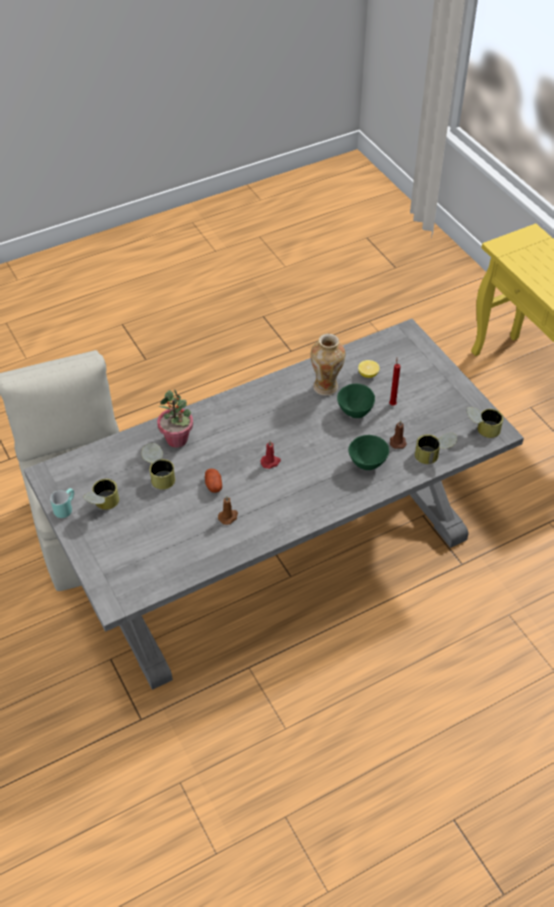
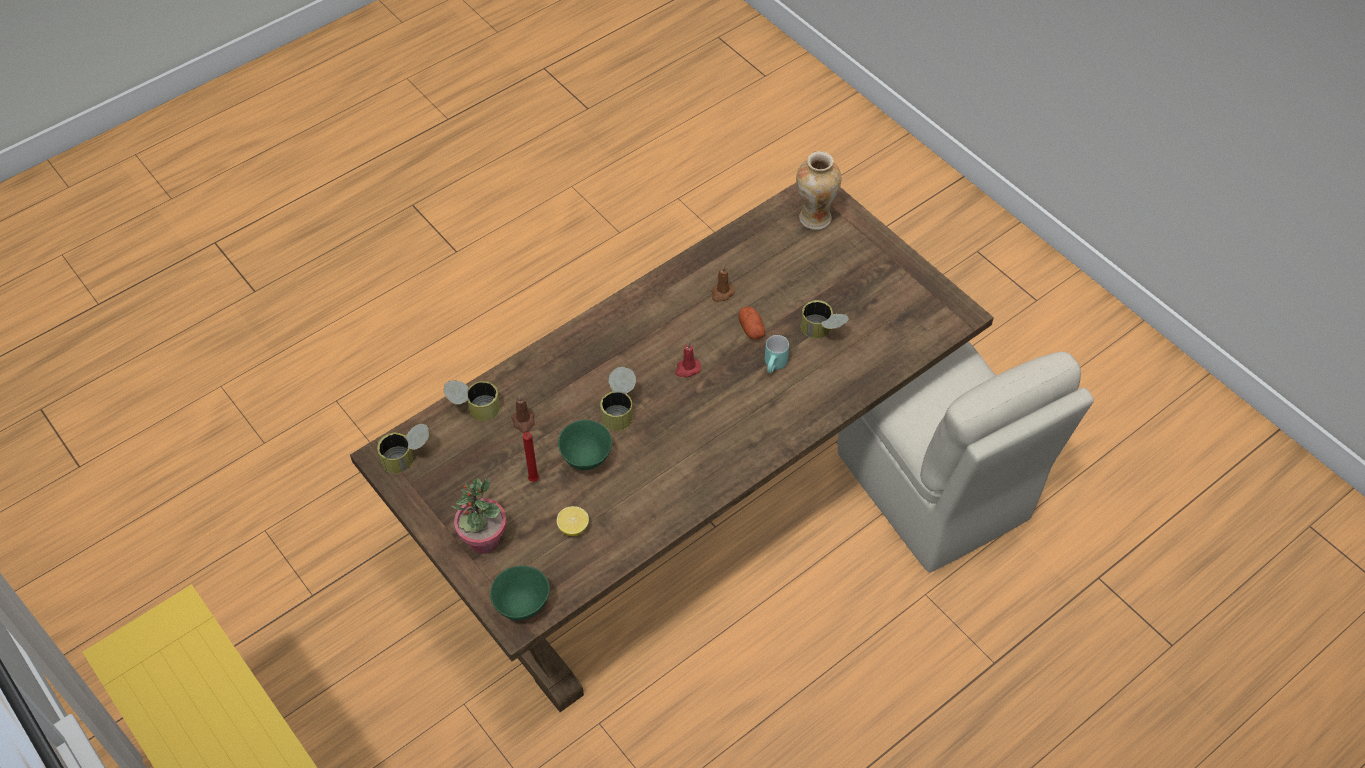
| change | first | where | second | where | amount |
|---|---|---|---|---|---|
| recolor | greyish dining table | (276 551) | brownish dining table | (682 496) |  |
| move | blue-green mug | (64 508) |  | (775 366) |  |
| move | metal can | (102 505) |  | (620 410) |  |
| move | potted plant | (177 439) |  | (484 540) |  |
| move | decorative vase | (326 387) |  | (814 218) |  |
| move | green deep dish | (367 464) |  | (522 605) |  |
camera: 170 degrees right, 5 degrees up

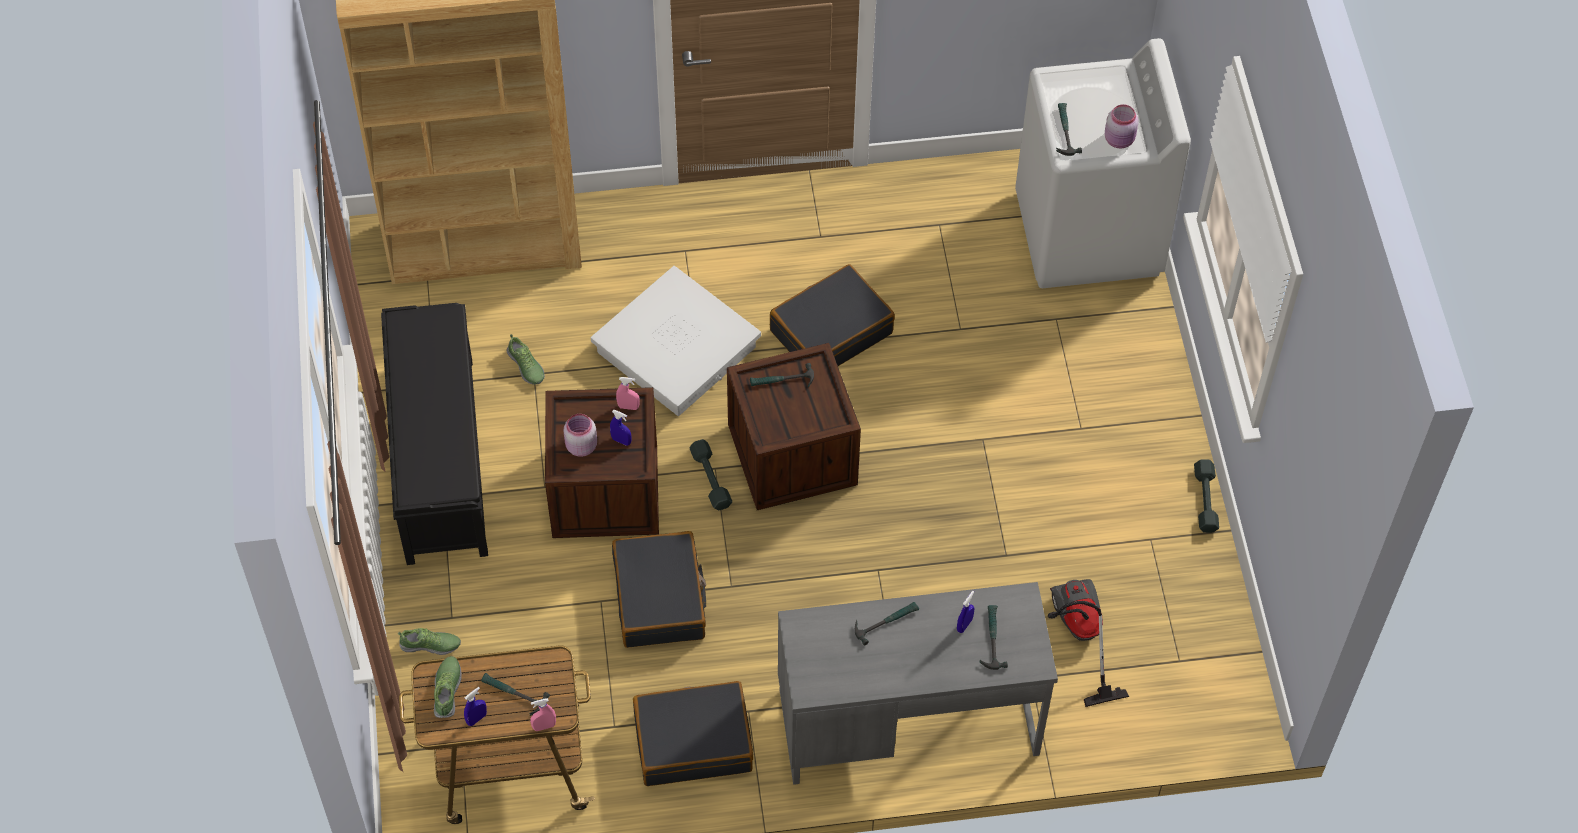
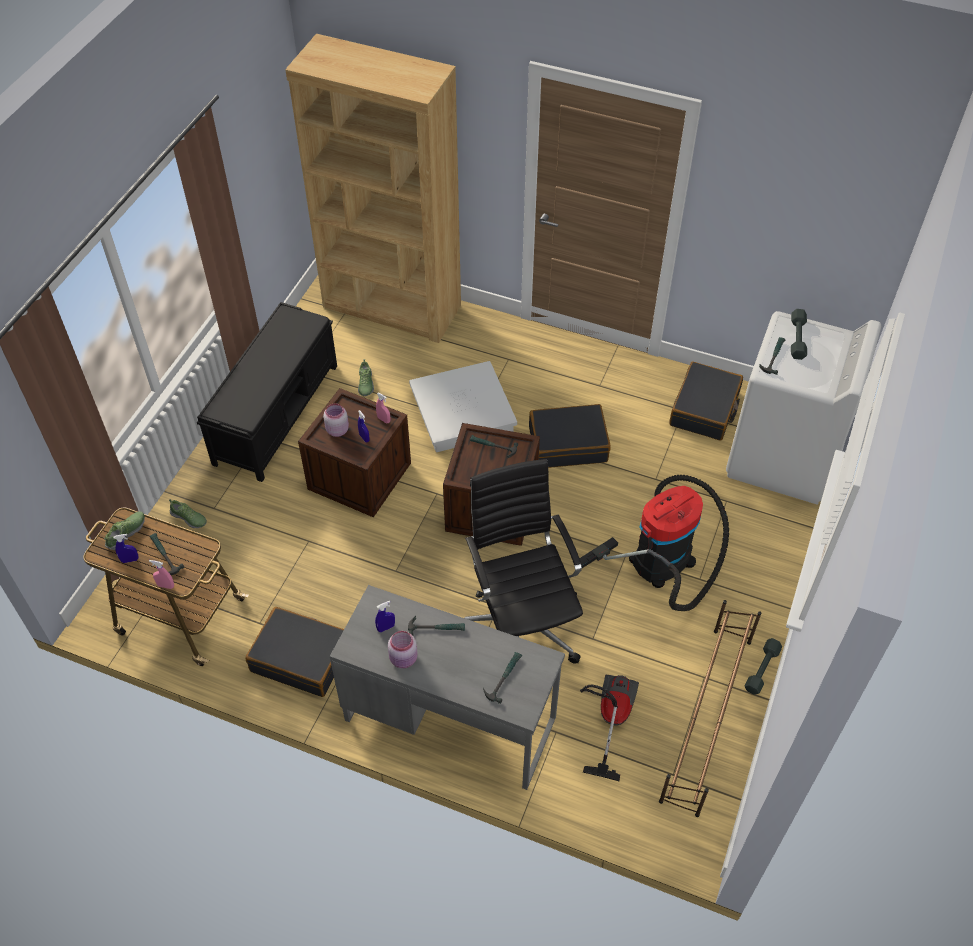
| change | first | where | second | where | amount |
|---|---|---|---|---|---|
| move | black travel case | (660 598) |  | (705 409) |  |
| move | greyish hand weight | (710 479) |  | (797 338) |  |
| move | blue hand sprayer | (964 625) |  | (386 627) |  |
| move | pink-coloured storage jar | (1120 140) |  | (404 659) |  |
| insert |  |  | black desk chair | (522 623) |  |
| insert |  |  | vacuum cleaner | (666 556) |  |
| insert |  |  | brownish shoe stand | (706 719) |  |
camera: 30 degrees right, 5 degrees down

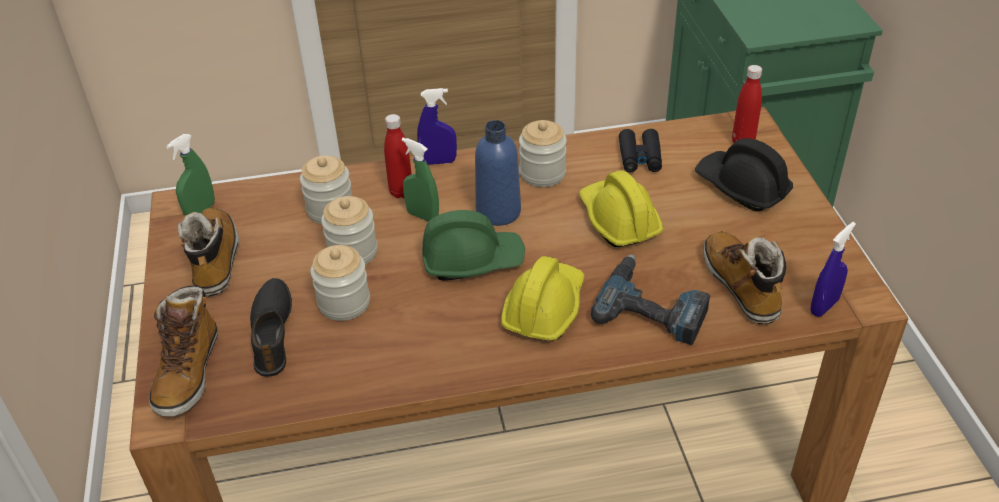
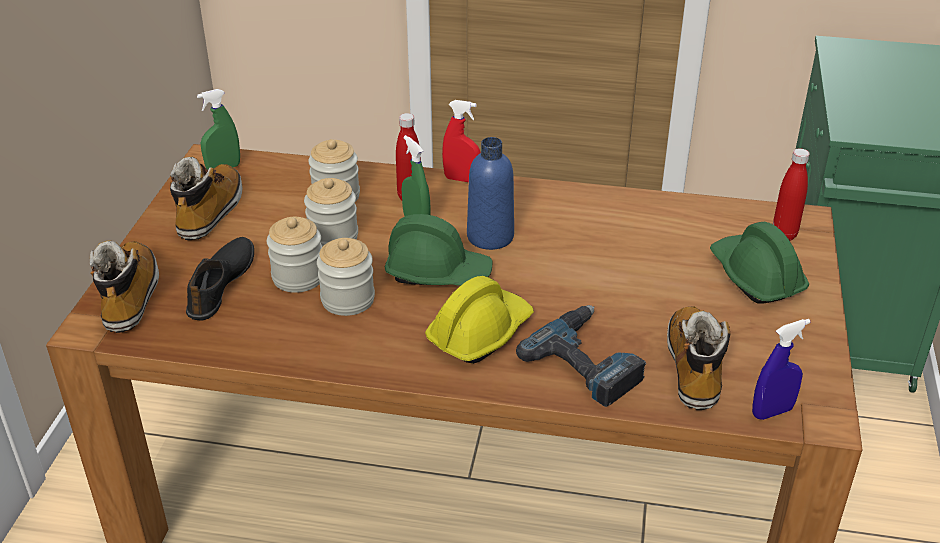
| change | first | where | second | where | amount |
|---|---|---|---|---|---|
| rotate | tall boot | (188 372) |  | (130 297) | 150 degrees clockwise |
| recolor | blue hand sprayer | (438 162) | red hand sprayer | (461 179) |  |
| move | storage jar | (542 173) |  | (348 299) |  |
| delete | yellow work helmet | (618 220) |  |  |  |
| delete | black pair of binoculars | (640 157) |  |  |  |
| recolor | black work helmet | (742 187) | green work helmet | (755 276) |  |
camera: 20 degrees right, 5 degrees down

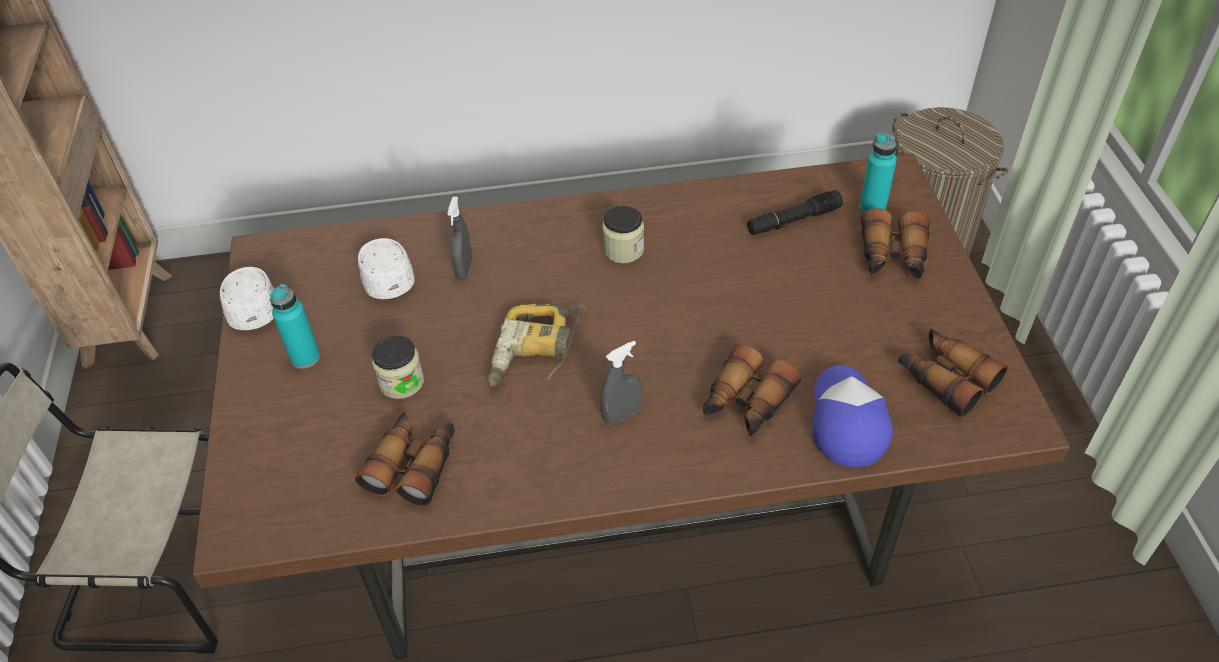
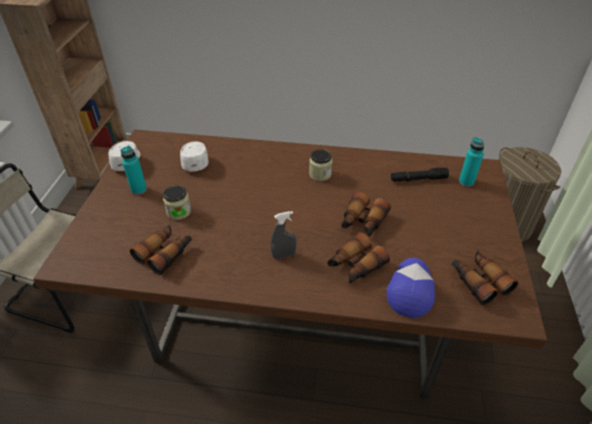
| change | first | where | second | where | amount |
|---|---|---|---|---|---|
| delete | greyish hand sprayer | (464 269) |  |  |  |
| delete | electric drill | (536 353) |  |  |  |
| move | pair of binoculars | (892 257) |  | (362 222) |  |
camera: 15 degrees right, 5 degrees down

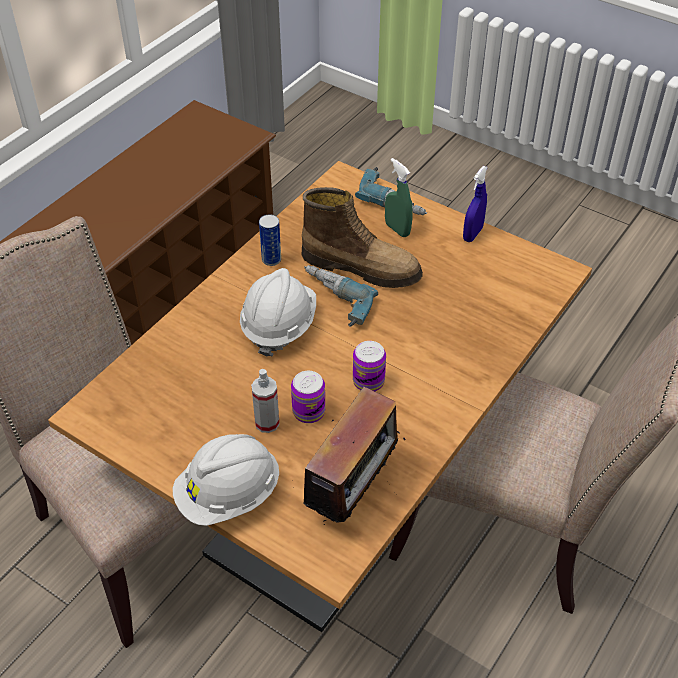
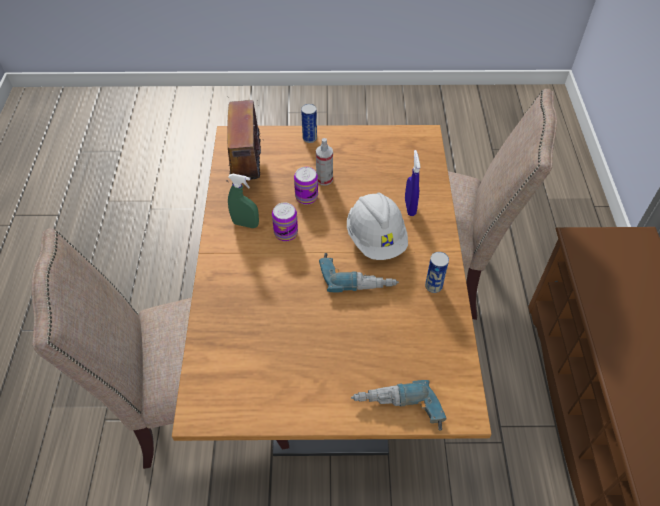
| change | first | where | second | where | amount |
|---|---|---|---|---|---|
| replace | white work helmet | (229 495) | metal can | (309 138) |  |
| delete | tall boot | (361 267) |  |  |  |
| move | green hand sprayer | (397 229) |  | (245 224) |  |
| move | blue hand sprayer | (472 234) |  | (410 207) |  |
camera: 145 degrees right, 5 degrees up

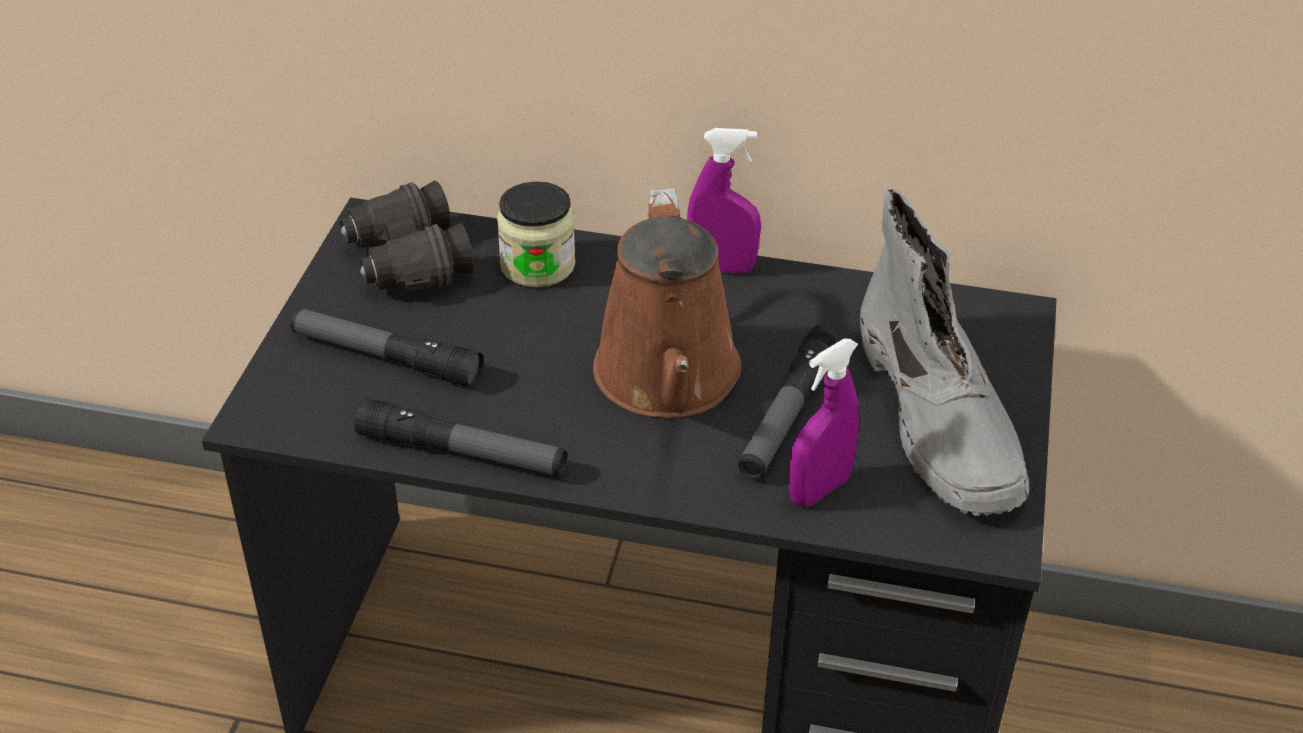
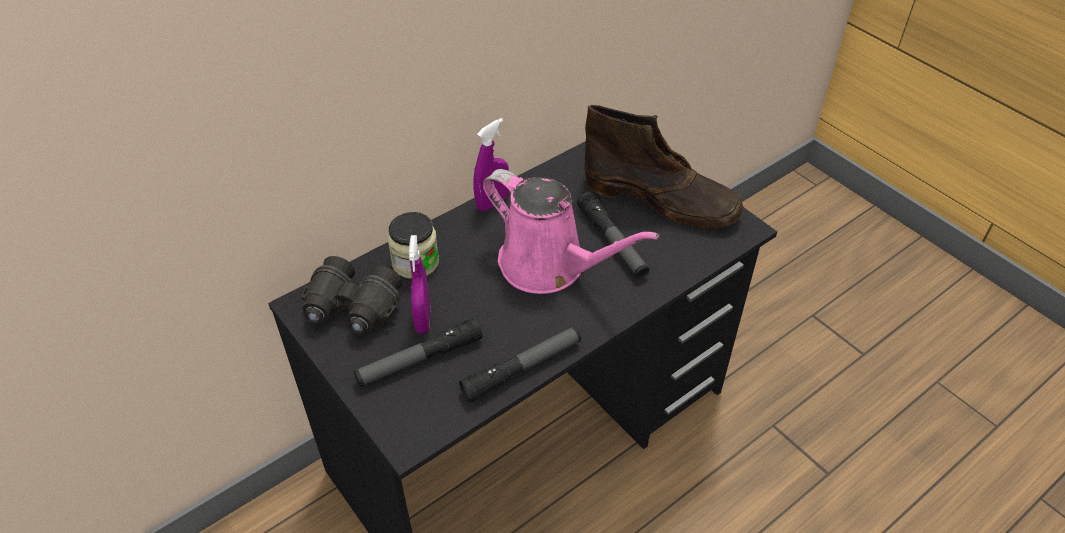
| change | first | where | second | where | amount |
|---|---|---|---|---|---|
| recolor | brownish sprinkling can | (668 380) | pink-coloured sprinkling can | (549 266) |  |
| move | purple hand sprayer | (819 489) |  | (423 319) |  |
| recolor | greyish tall boot | (938 420) | brownish tall boot | (662 200) |  |
camera: 50 degrees left, 5 degrees up

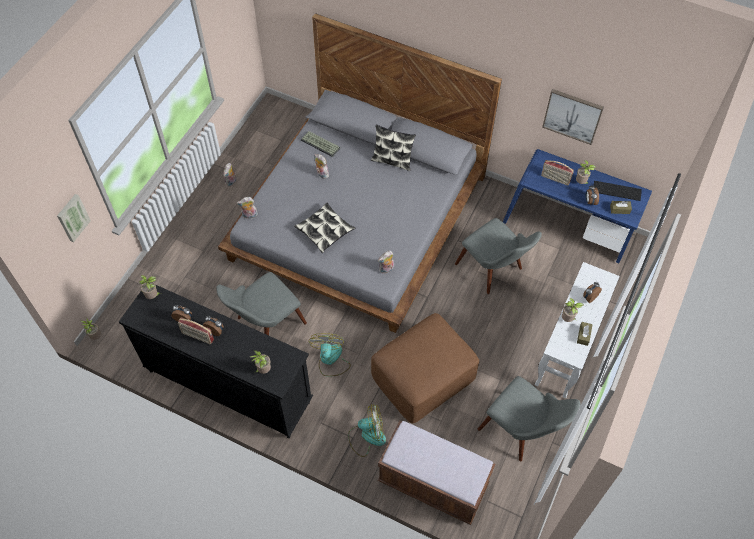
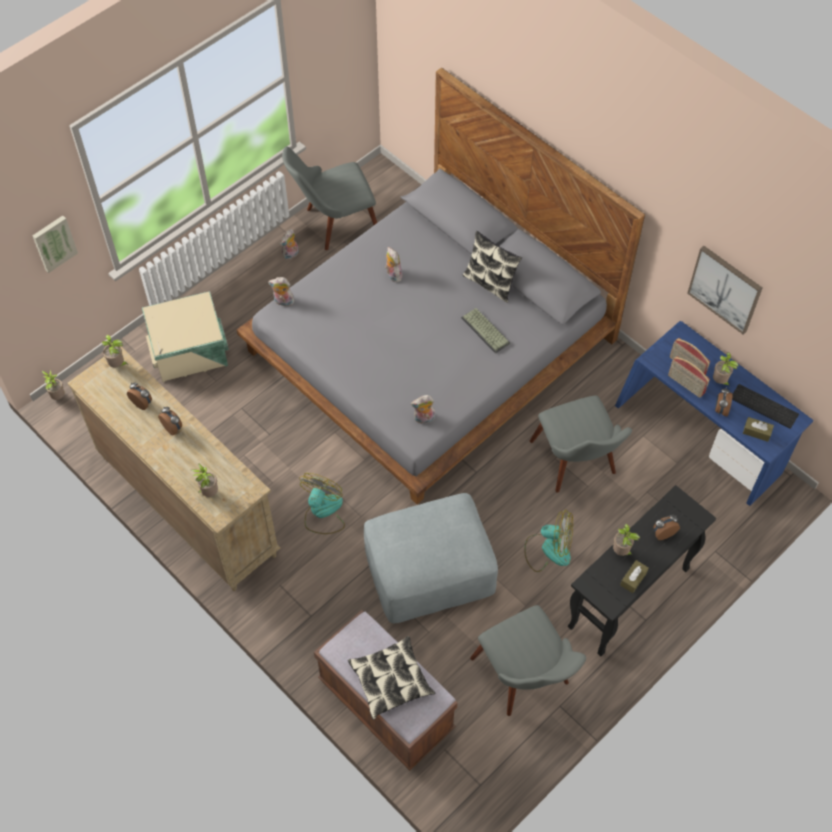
| change | first | where | second | where | amount |
|---|---|---|---|---|---|
| recolor | black dresser | (228 386) | sand-coloured dresser | (187 504) |  |
| move | radio receiver | (197 336) |  | (685 385) |  |
| move | greyish plain chair | (264 325) |  | (333 224) |  |
| move | pillow | (325 231) |  | (391 680) |  |
| move | computer keyboard | (321 144) |  | (486 330) |  |
| move | electric fan | (367 436) |  | (548 549) |  |
| recolor | brownish pouffe | (423 376) | greyish pouffe | (430 569) |  |
| recolor | white hall table | (566 352) | black hall table | (628 599) |  |
| insert |  |  | sand-coloured storage container | (190 352) |  |
camera: 20 degrees right, 0 degrees up

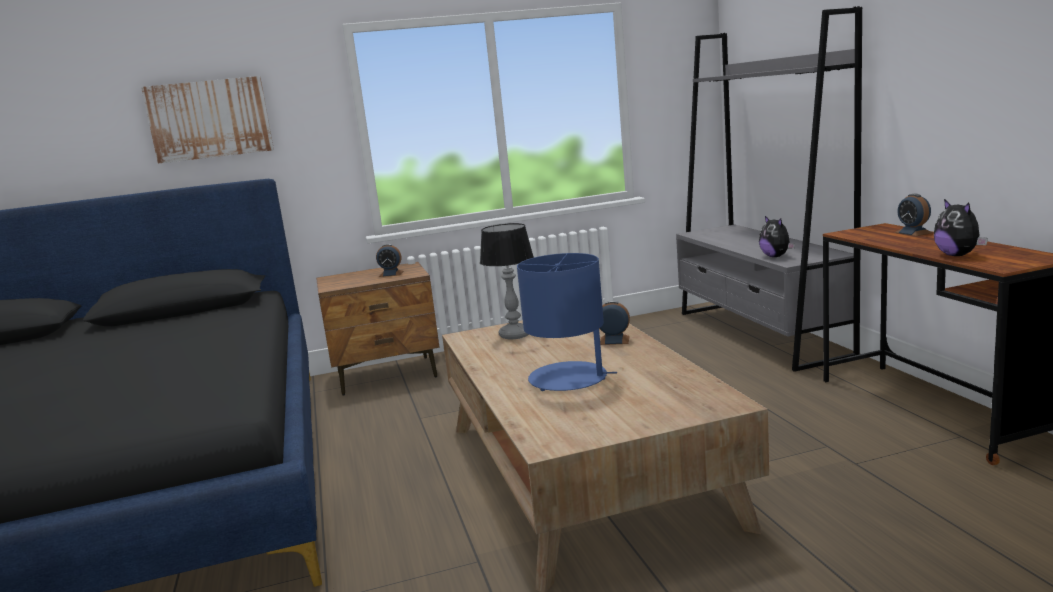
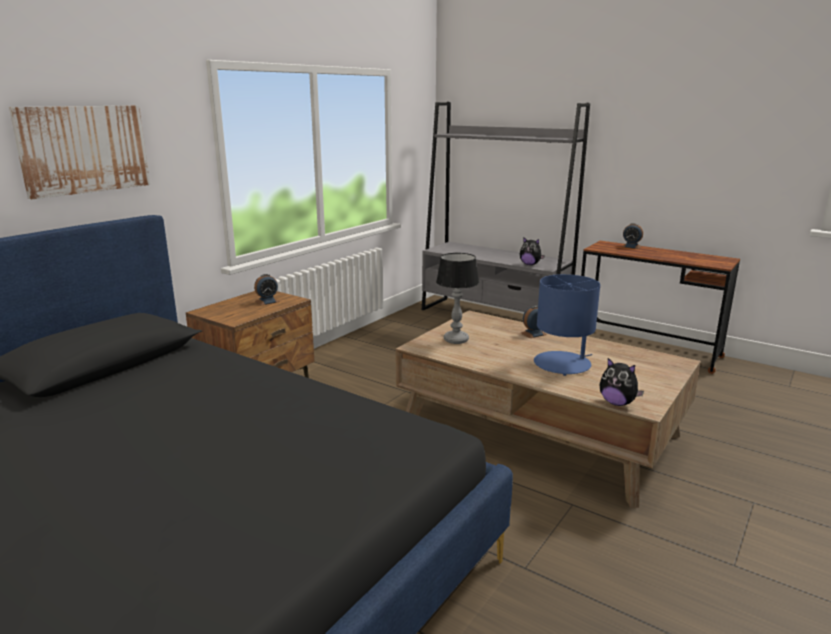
| change | first | where | second | where | amount |
|---|---|---|---|---|---|
| move | cuddly toy | (958 255) |  | (617 403) |  |
camera: 40 degrees left, 5 degrees up

